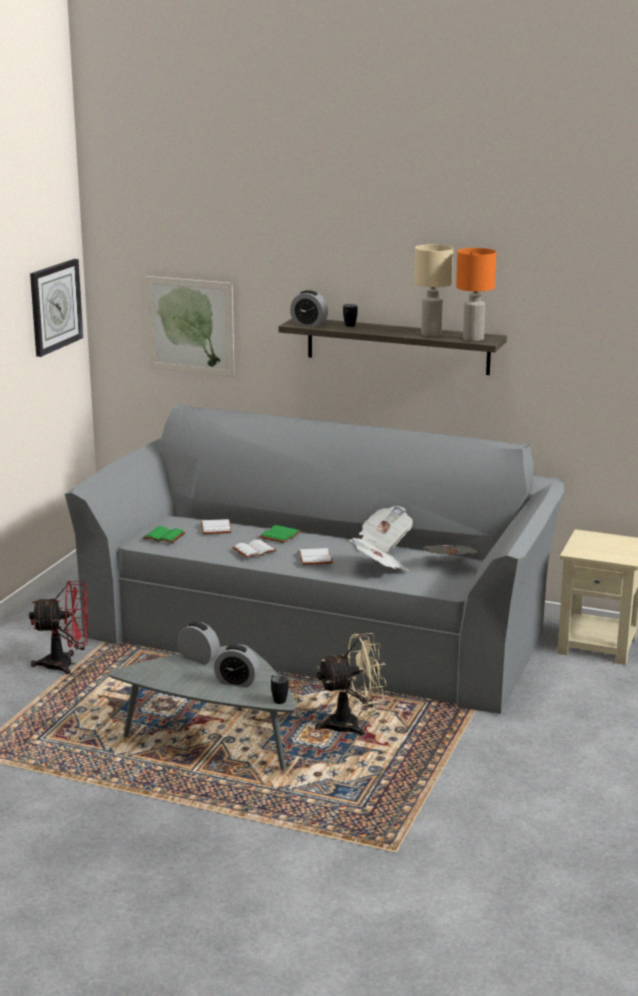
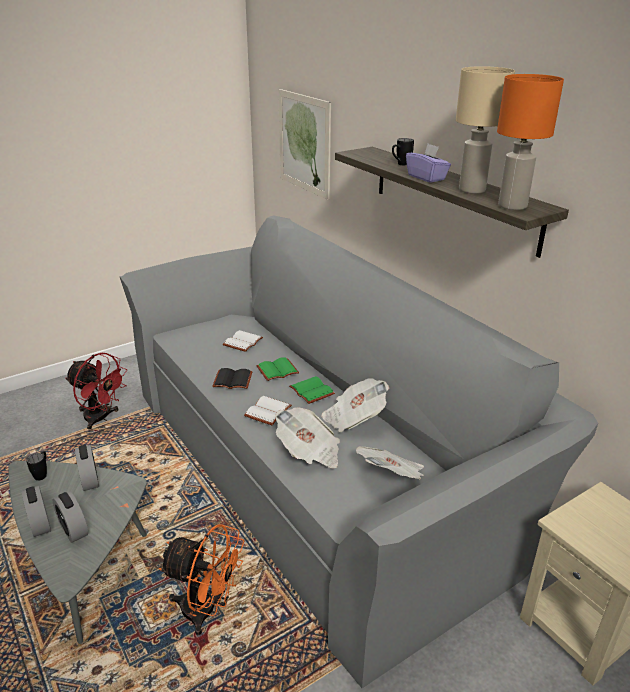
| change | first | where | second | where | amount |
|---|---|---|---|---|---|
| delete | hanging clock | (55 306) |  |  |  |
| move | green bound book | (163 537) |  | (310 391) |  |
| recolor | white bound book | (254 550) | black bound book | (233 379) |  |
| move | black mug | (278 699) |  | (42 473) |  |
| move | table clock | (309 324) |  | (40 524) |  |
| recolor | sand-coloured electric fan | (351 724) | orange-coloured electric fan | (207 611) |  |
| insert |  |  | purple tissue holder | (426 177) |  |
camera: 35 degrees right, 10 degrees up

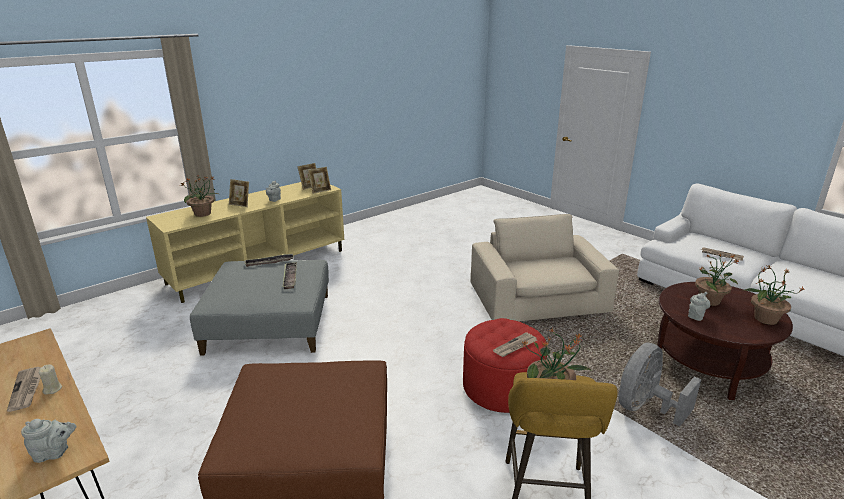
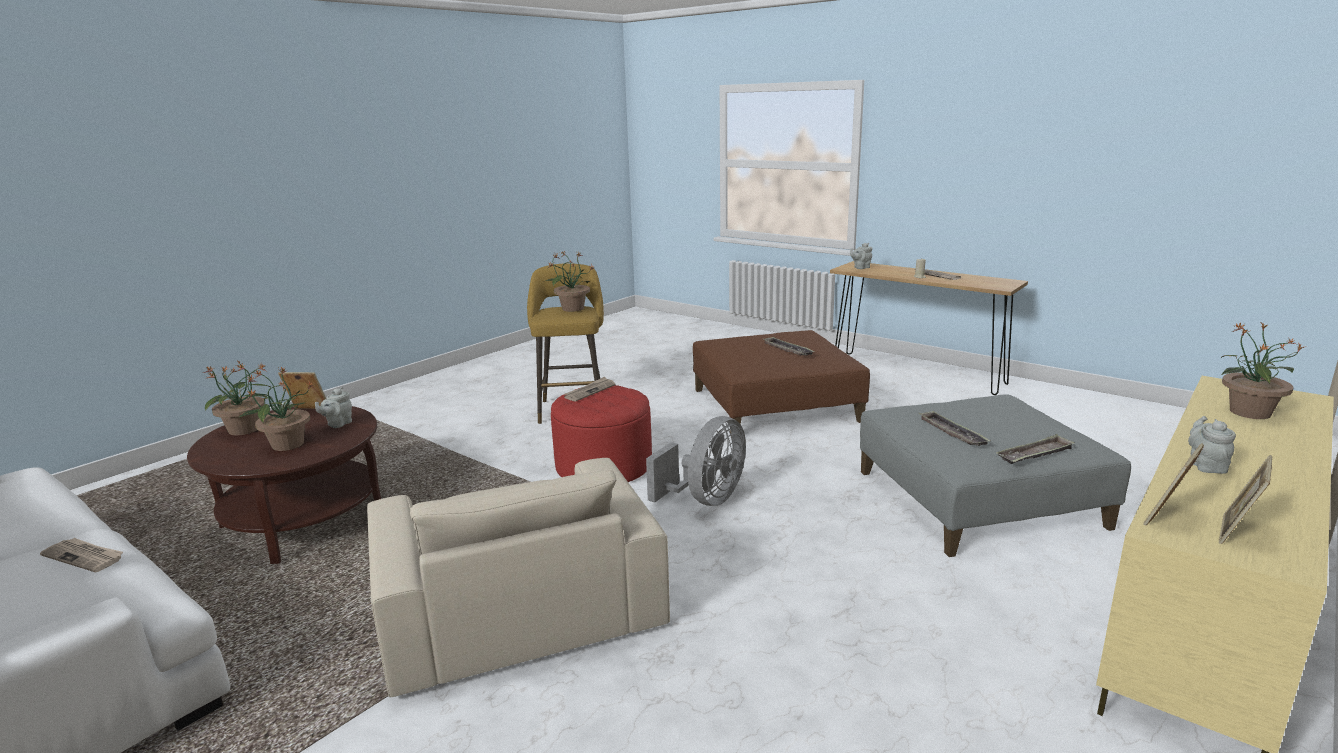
| change | first | where | second | where | amount |
|---|---|---|---|---|---|
| move | photo frame | (240 204) |  | (308 411) |  |
| move | greyish electric fan | (645 407) |  | (706 499) |  |
| insert |  |  | serving tray | (787 350) |  |
camera: 170 degrees right, 5 degrees down

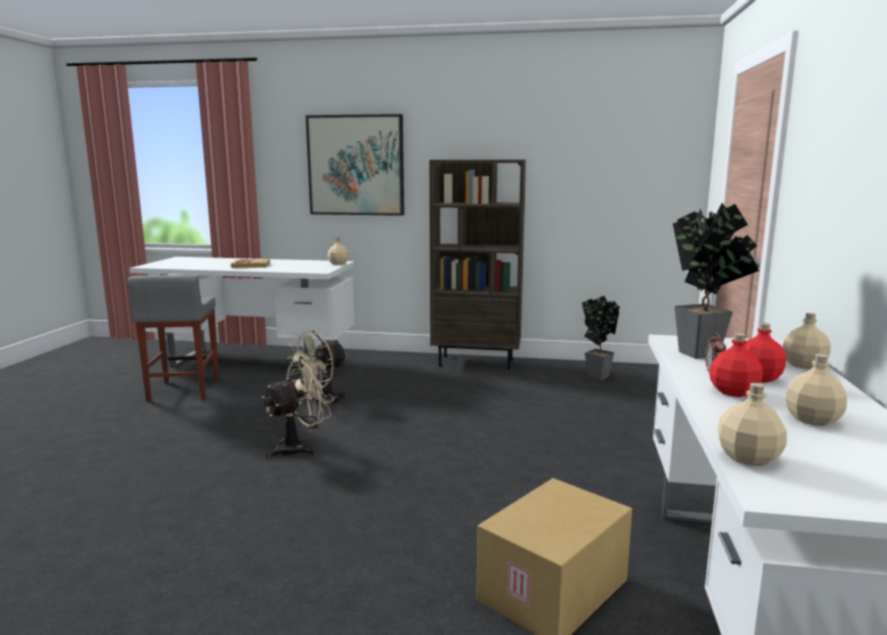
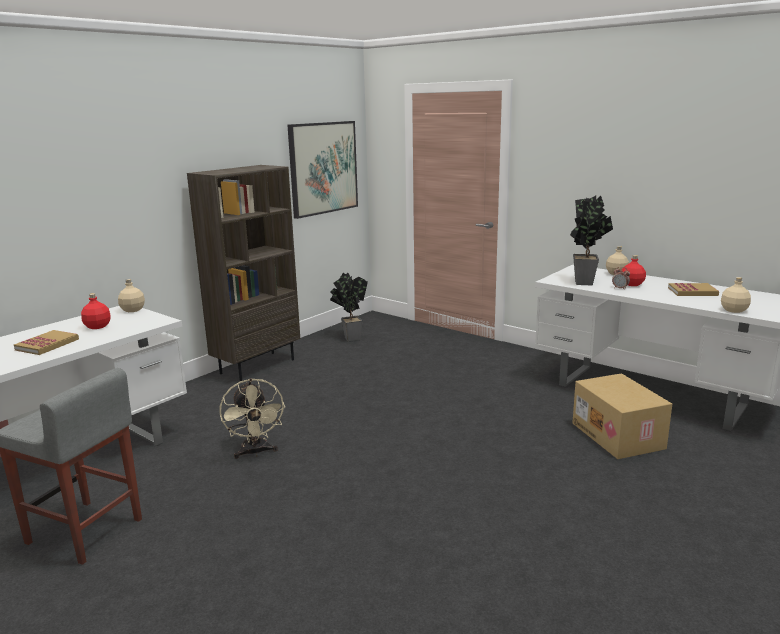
| change | first | where | second | where | amount |
|---|---|---|---|---|---|
| delete | sand-coloured electric fan | (300 448) |  |  |  |
| move | picture | (356 165) |  | (323 168) |  |
| move | red bottle | (733 392) |  | (98 326) |  |
| replace | sand-coloured bottle | (812 419) | bound book | (692 292) |  |
camera: 60 degrees left, 5 degrees up

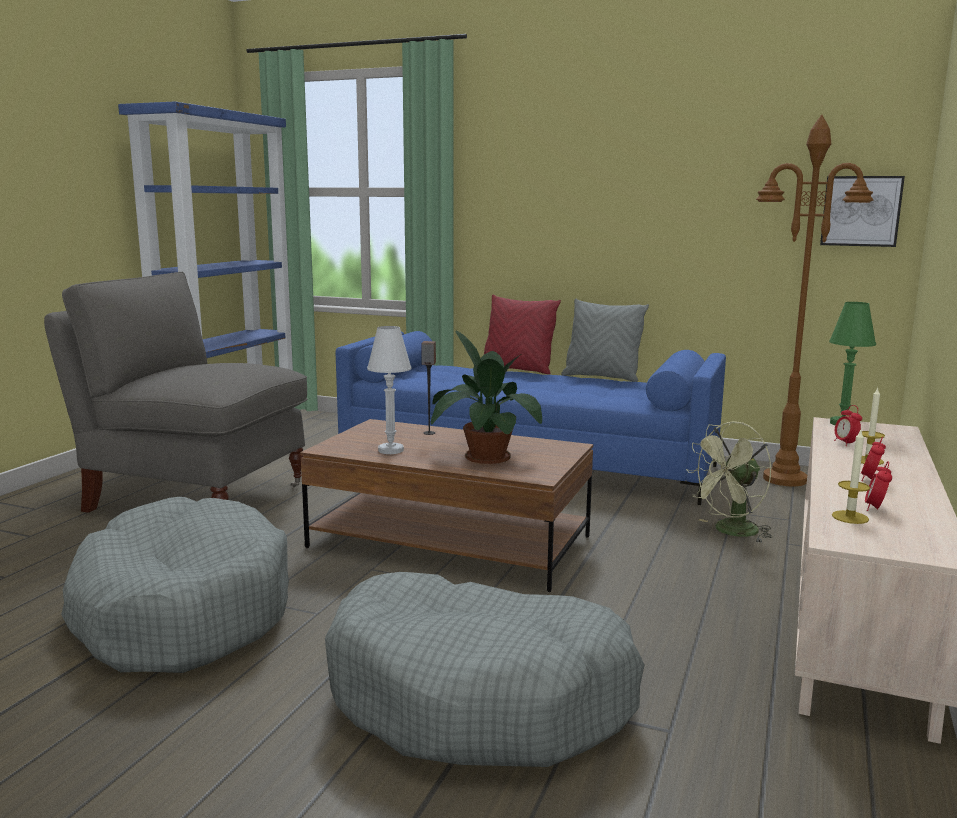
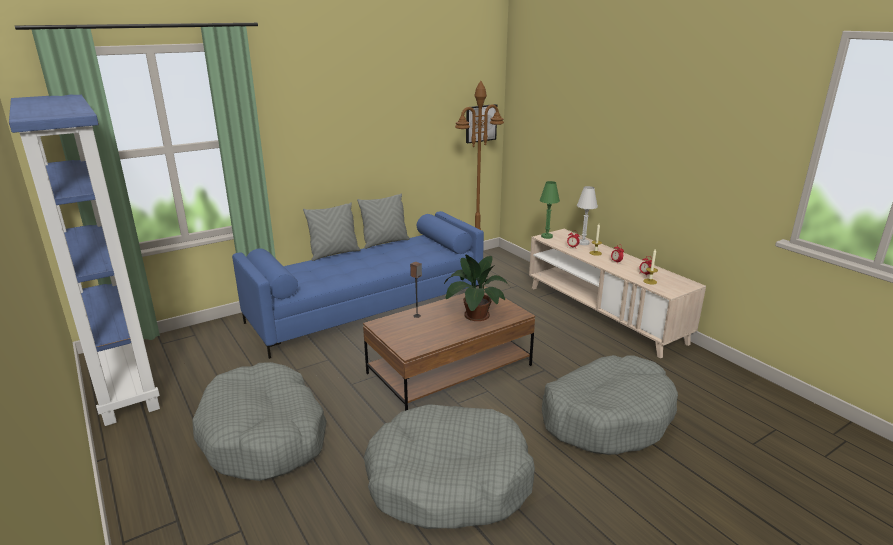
| change | first | where | second | where | amount |
|---|---|---|---|---|---|
| replace | greyish armchair | (194 498) | greyish pet bed | (264 435) |  |
| move | white table lamp | (390 450) |  | (583 243) |  |
| recolor | red pillow | (517 370) | greyish pillow | (334 254) |  |
| delete | green electric fan | (730 532) |  |  |  |
camera: 55 degrees left, 10 degrees up

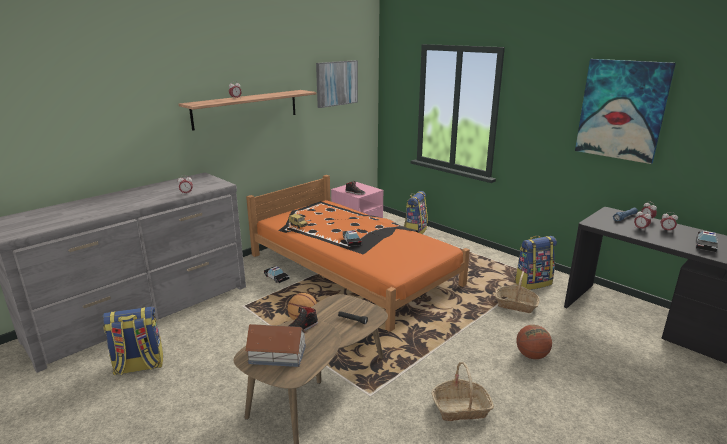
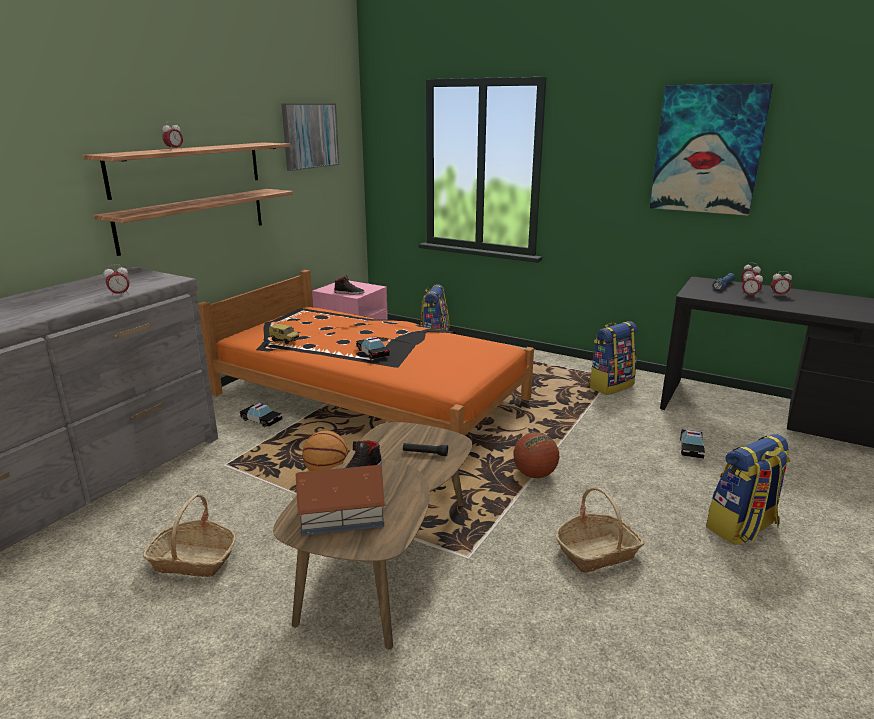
| change | first | where | second | where | amount |
|---|---|---|---|---|---|
| move | rucksack | (139 366) |  | (742 528) |  |
| move | storage basket | (516 304) |  | (193 560) |  |
| move | ball for basketball | (531 355) |  | (534 474) |  |
| move | model car | (705 246) |  | (691 448) |  |
| insert |  |  | wall shelf | (194 219) |  |
camera: 15 degrees left, 0 degrees up

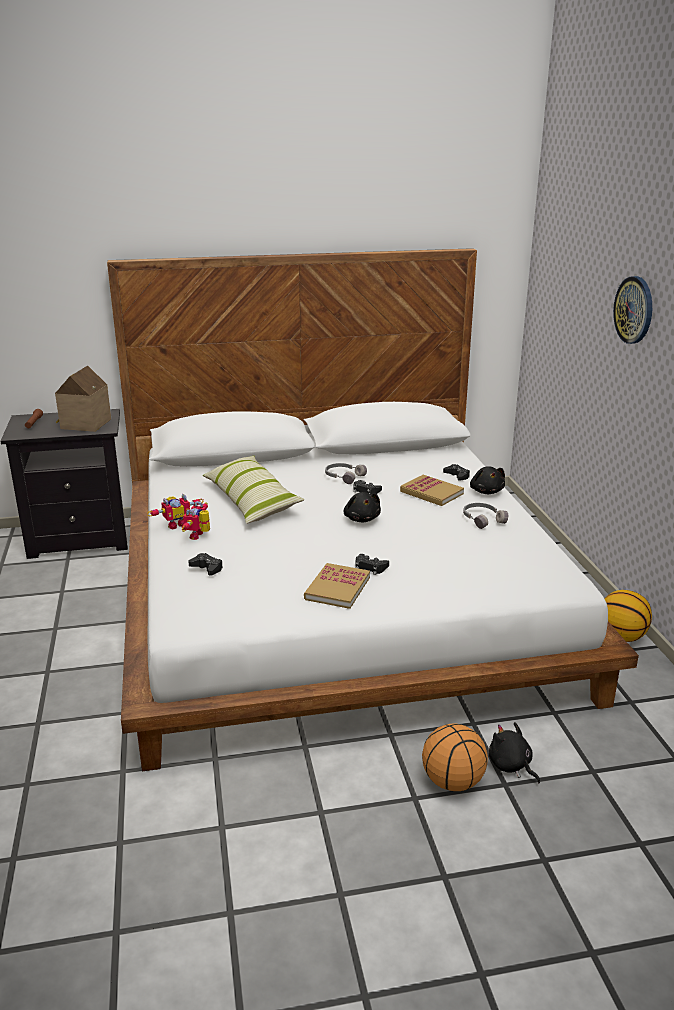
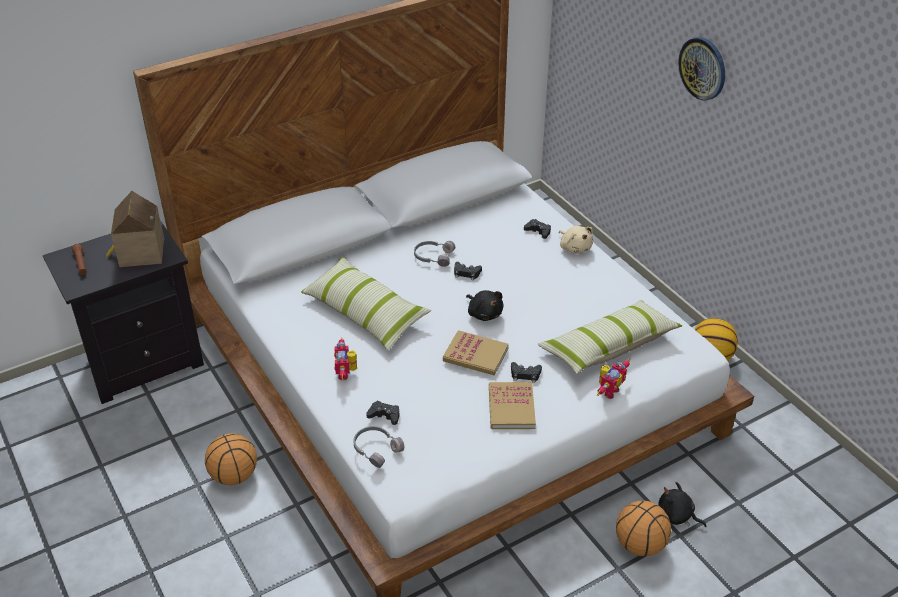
| change | first | where | second | where | amount |
|---|---|---|---|---|---|
| move | toy robot | (176 524) |  | (608 390) |  |
| move | bound book | (431 493) |  | (475 355) |  |
| move | greyish pair of headphones | (483 519) |  | (376 449) |  |
| recolor | black cuddly toy | (486 491) | sand-coloured cuddly toy | (575 247) |  |
| insert |  |  | ball for basketball | (234 475) |  |
| insert |  |  | pillow | (608 347) |  |
camera: 20 degrees left, 15 degrees up

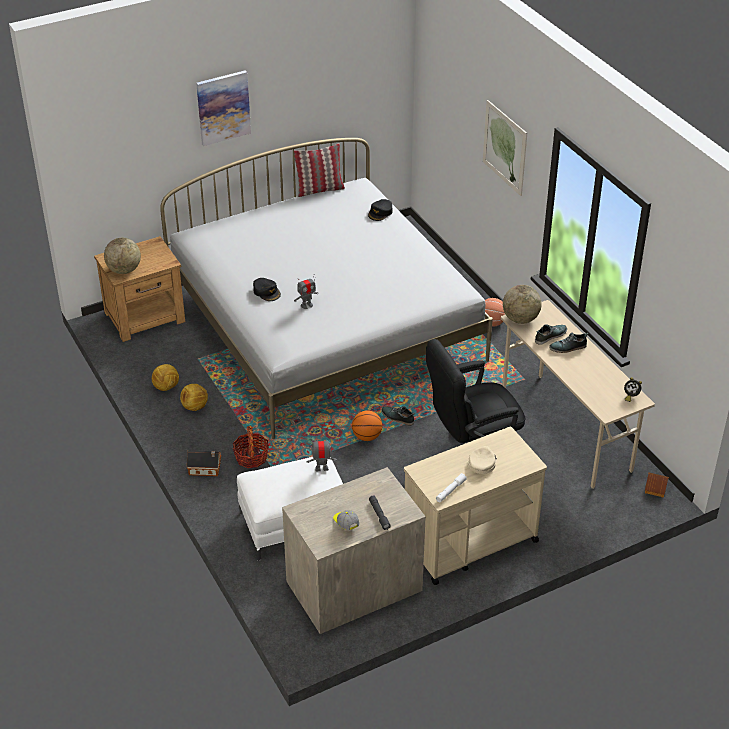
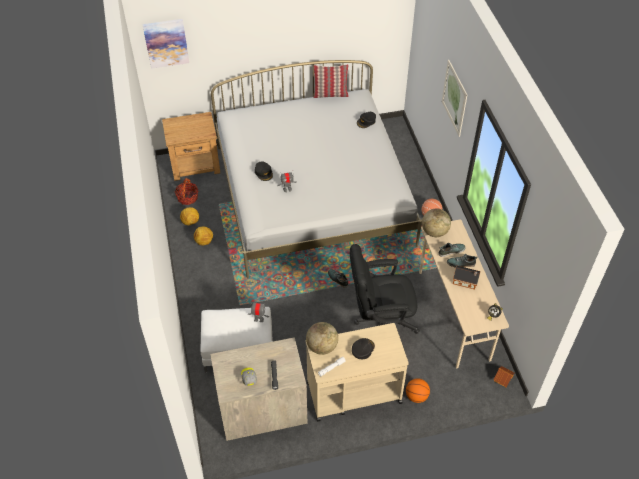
| change | first | where | second | where | amount |
|---|---|---|---|---|---|
| move | world globe | (124 270) |  | (322 346) |  |
| move | toy house | (206 469) |  | (466 281) |  |
| move | picture | (223 107) |  | (166 43) |  |
| move | storage basket | (251 457) |  | (187 198) |  |
| move | ball for basketball | (367 436) |  | (416 396) |  |
| recolor | sand-coloured baseball cap | (482 462) | black baseball cap | (362 349) |  |
camera: 15 degrees right, 10 degrees up

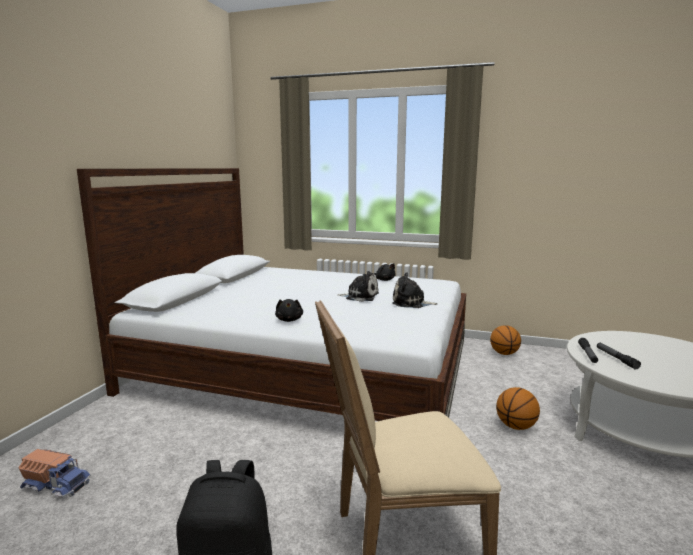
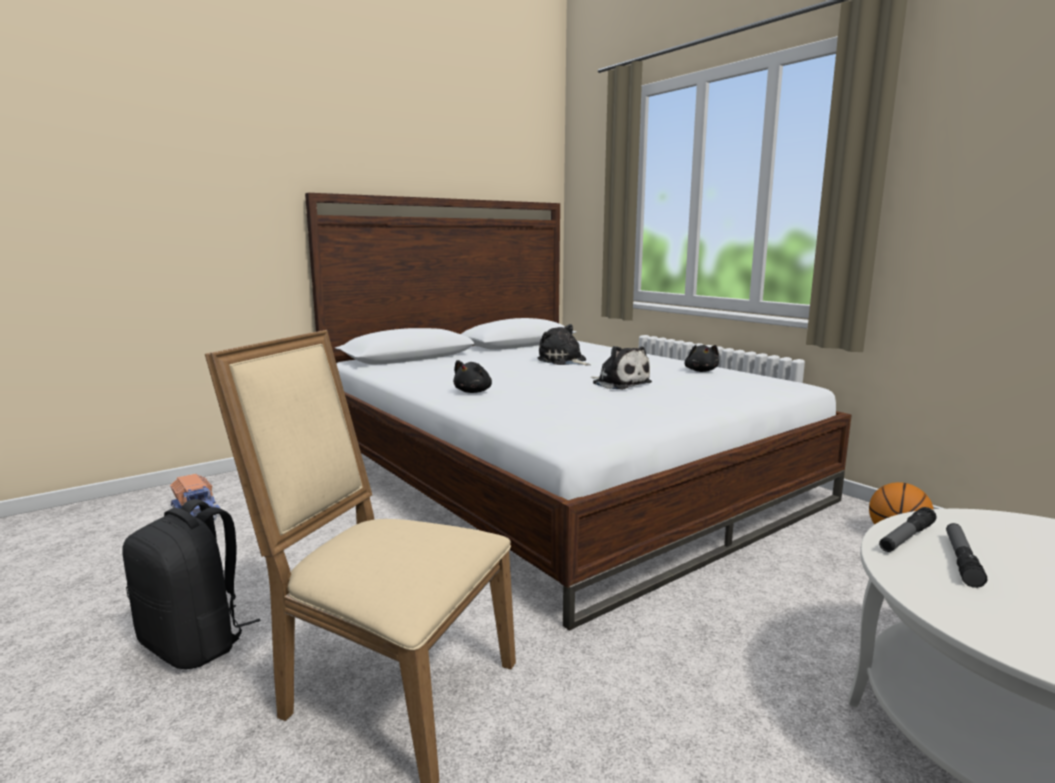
| change | first | where | second | where | amount |
|---|---|---|---|---|---|
| move | cuddly toy | (411 303) |  | (563 361) |  |
| delete | ball for basketball | (516 426) |  |  |  |
camera: 35 degrees right, 0 degrees up

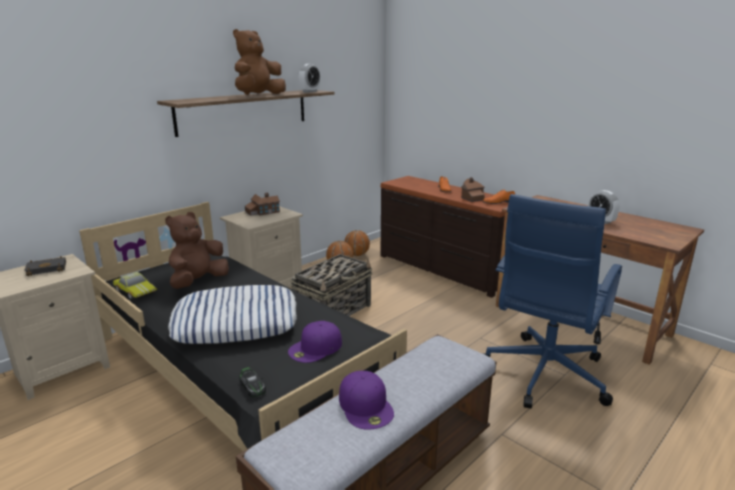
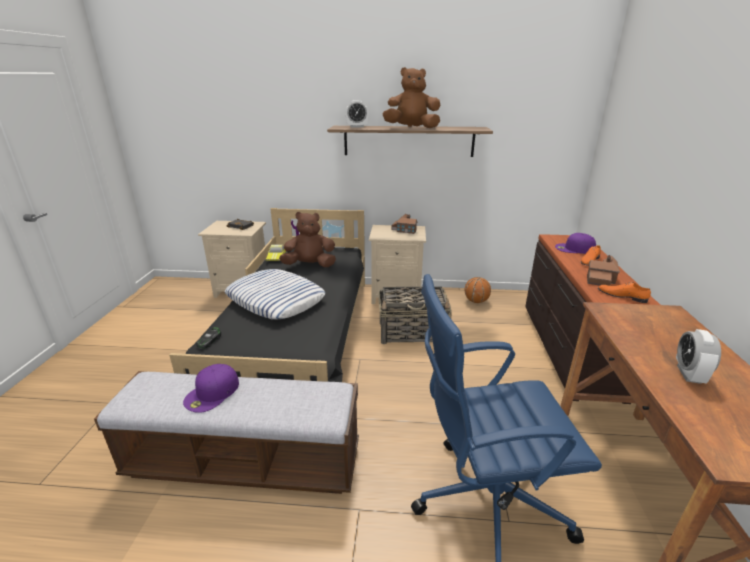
| change | first | where | second | where | amount |
|---|---|---|---|---|---|
| move | purple baseball cap | (315 348) |  | (574 248) |  |
| move | table clock | (309 91) |  | (357 127) |  |
| delete | ball for basketball | (357 255) |  |  |  |
camera: 50 degrees right, 5 degrees up

